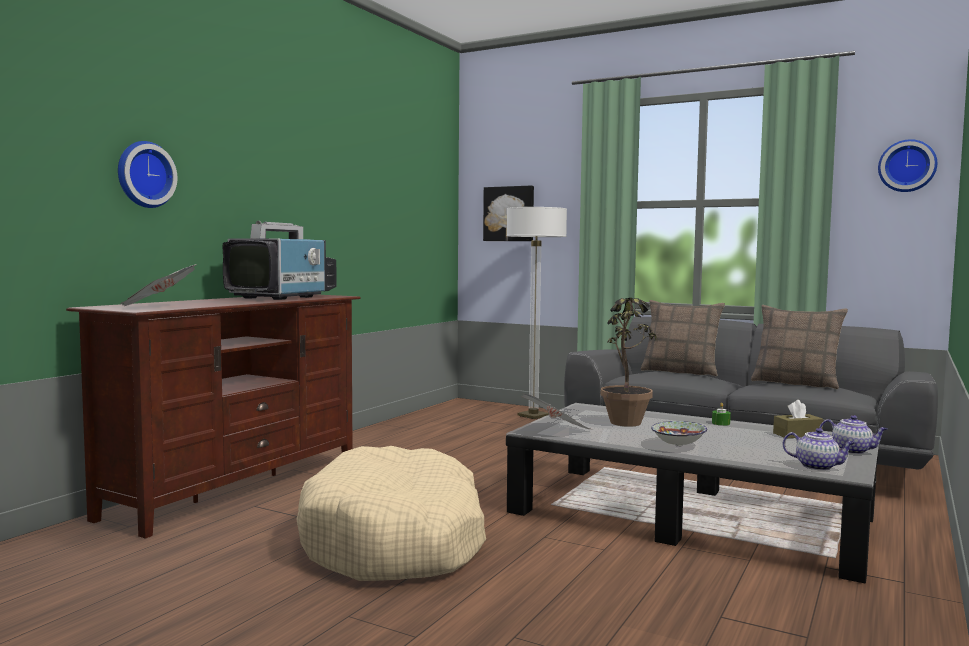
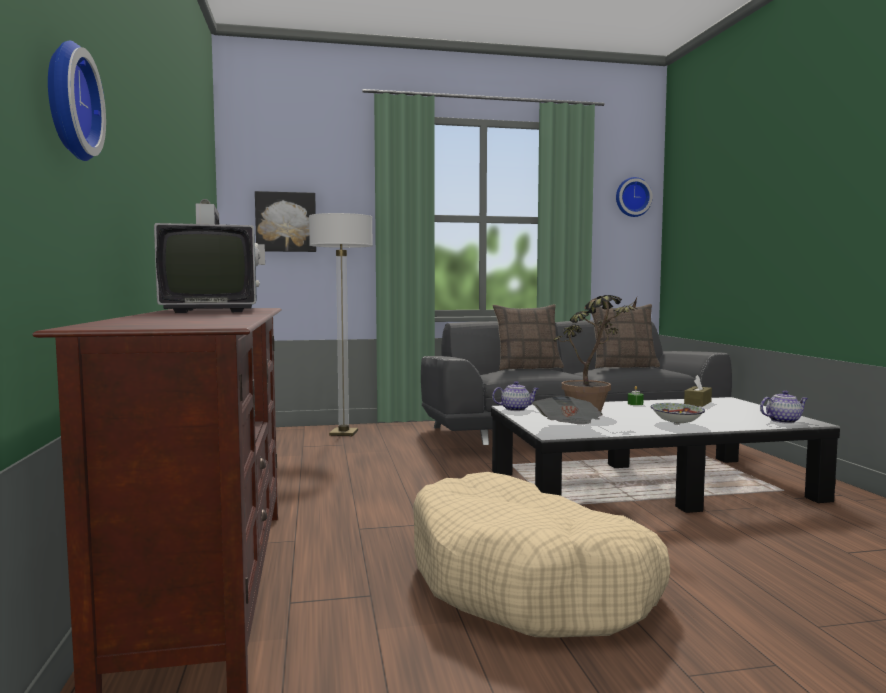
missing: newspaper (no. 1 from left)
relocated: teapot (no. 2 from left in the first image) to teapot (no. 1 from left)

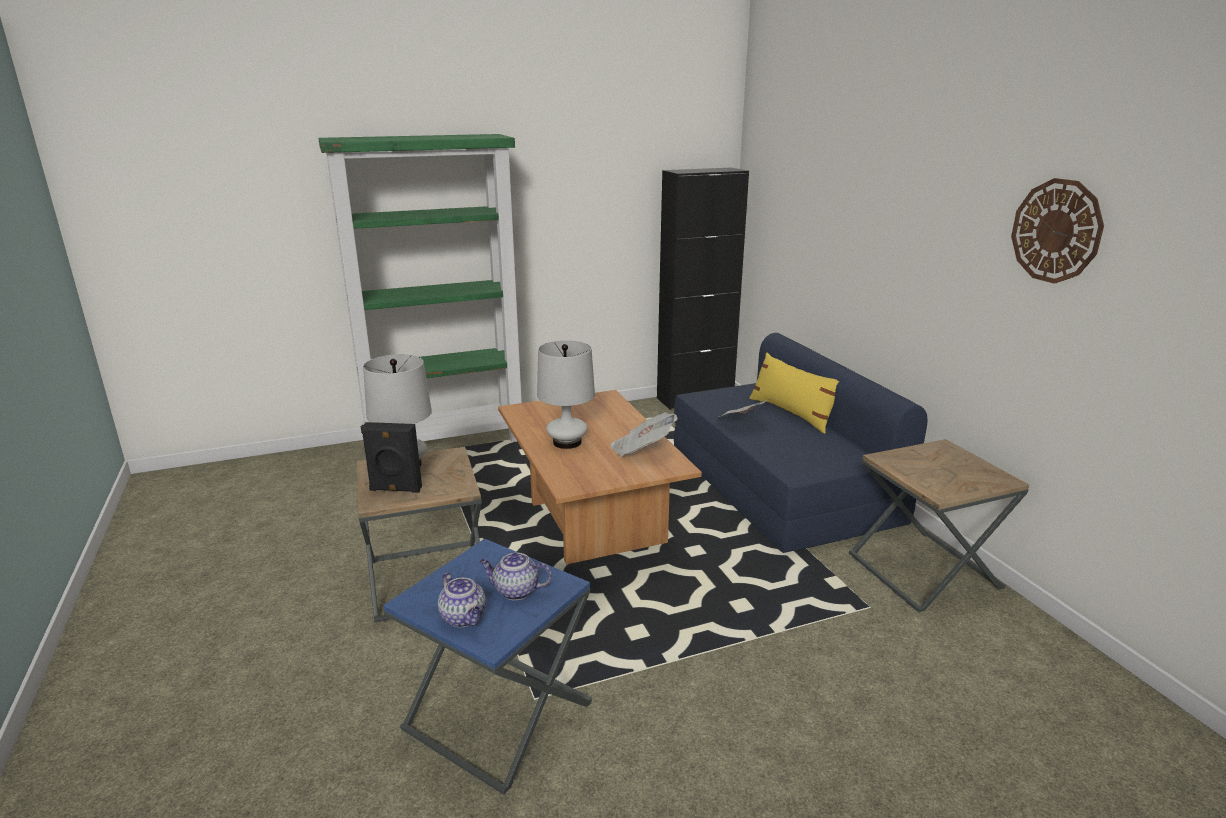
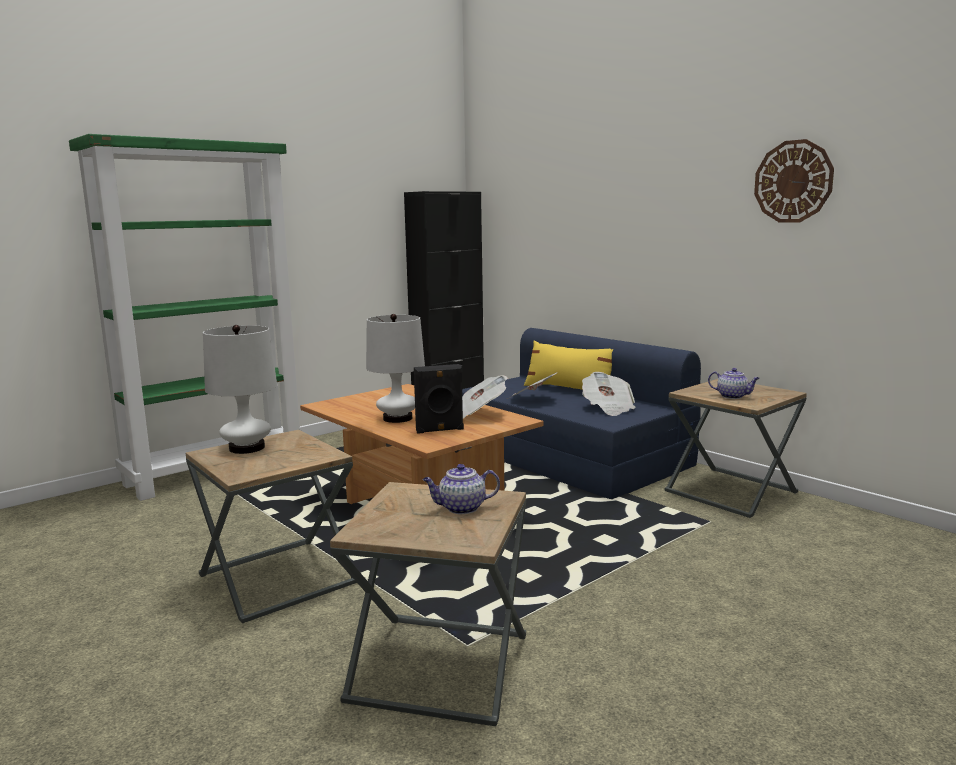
appeared: newspaper (no. 3 from left)
relocated: speaker/black; teapot (no. 1 from left in the first image) to teapot (no. 2 from left)
colour: side table/blue to side table/brown (no. 2 from left)

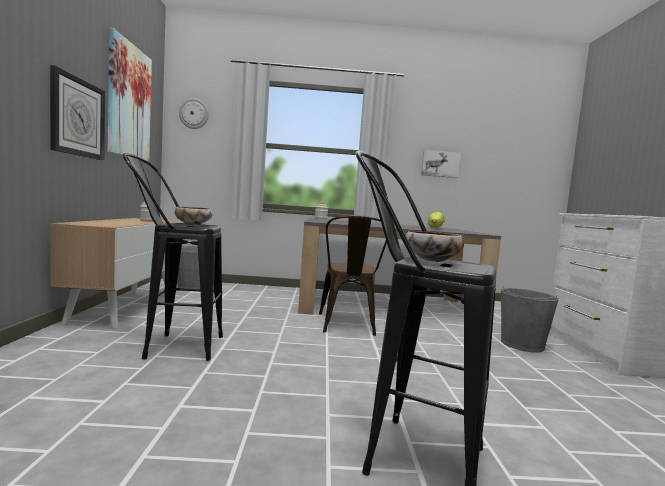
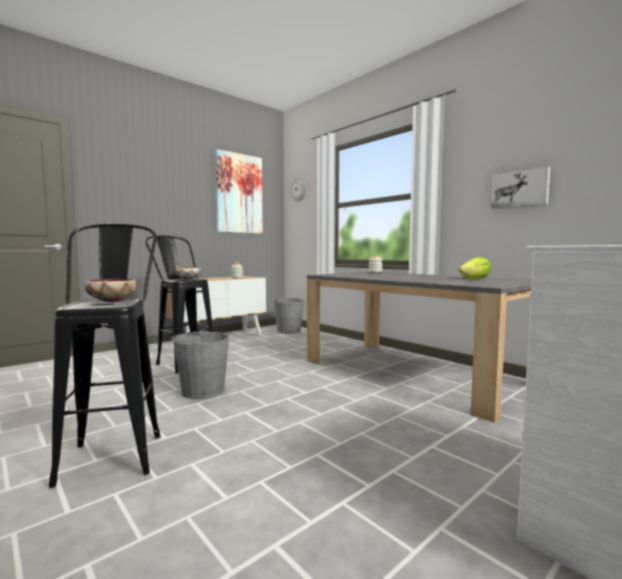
missing: wall clock (no. 1 from left); chair/brown
relocated: bucket/grey (no. 2 from left in the first image) to bucket/grey (no. 1 from left)

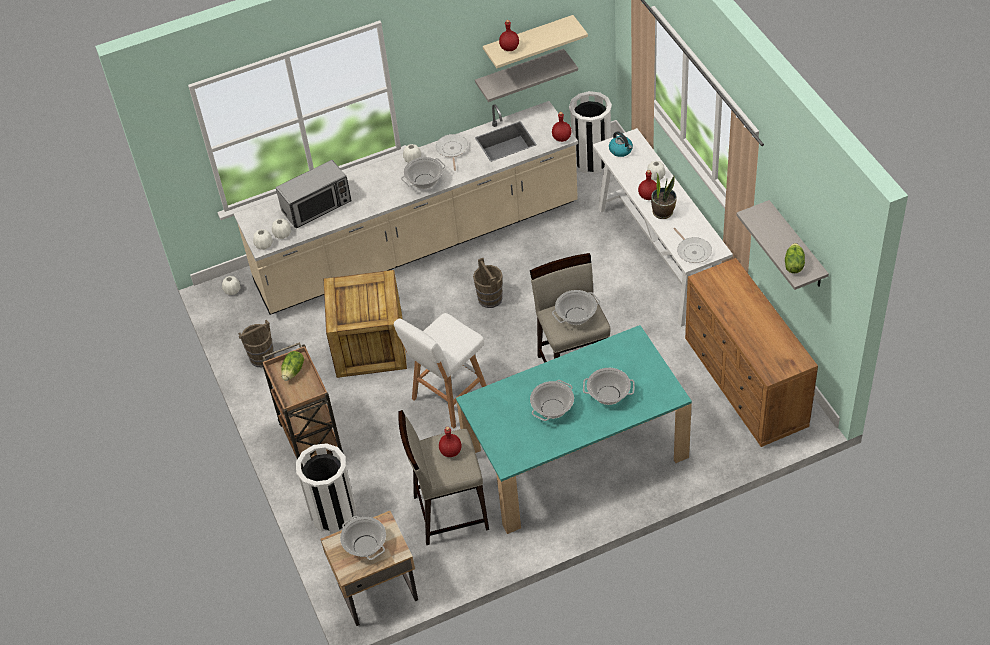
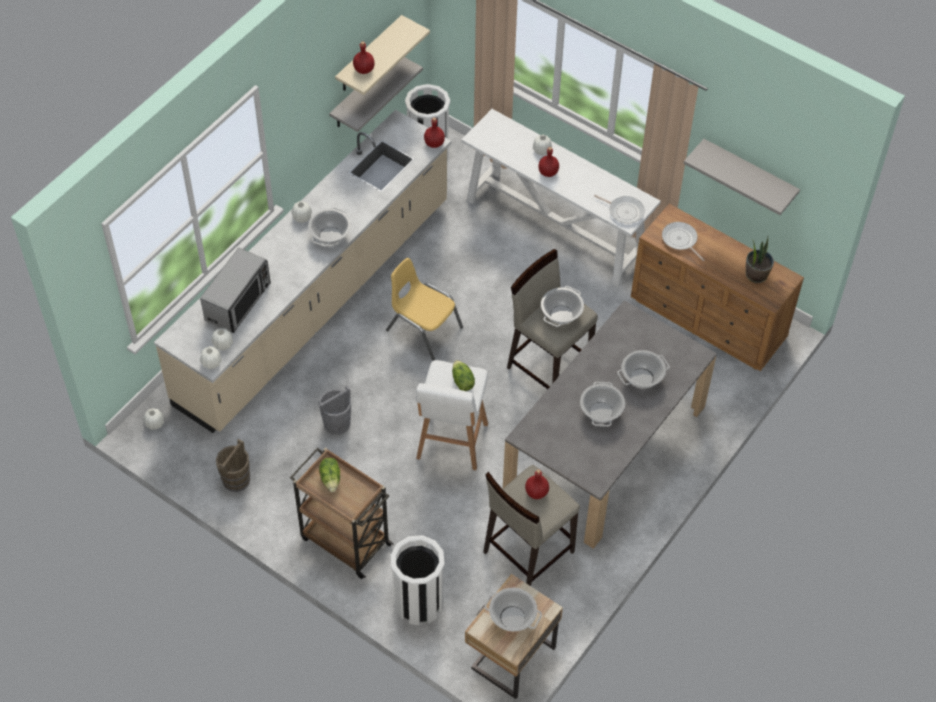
missing: kettle
relocated: frying pan (no. 1 from left in the first image) to frying pan (no. 2 from left); potted plant; lettuce (no. 2 from left)
exchanged: bucket/brown (no. 2 from left) to chair/yellow; crate to bucket/grey
colour: dining table/turquoise to dining table/grey

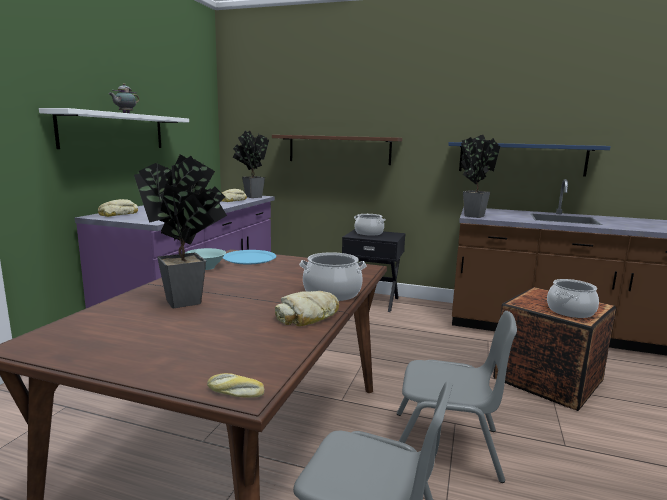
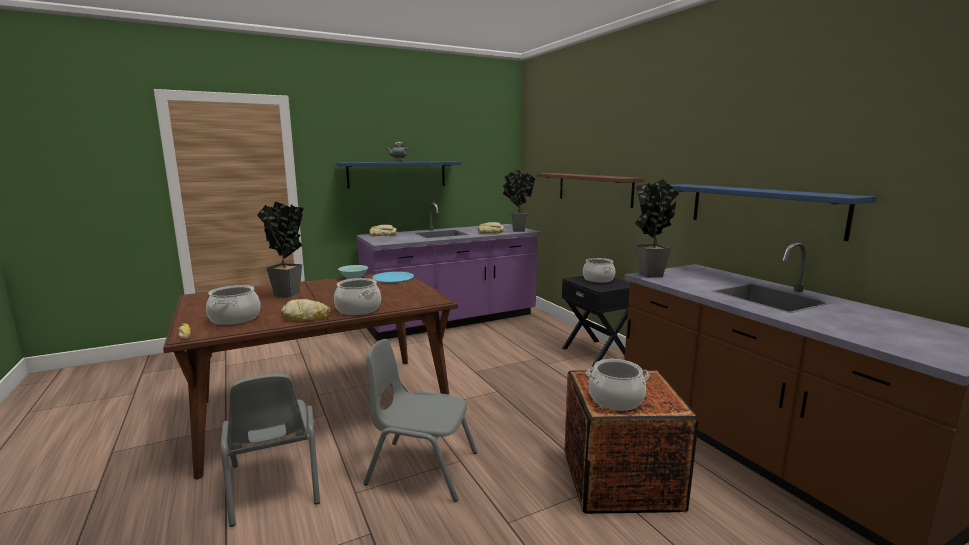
appeared: cooking pot (no. 1 from left)
colour: shelf/white to shelf/blue (no. 1 from left)
spun: chair/grey (no. 2 from left) 135 degrees clockwise

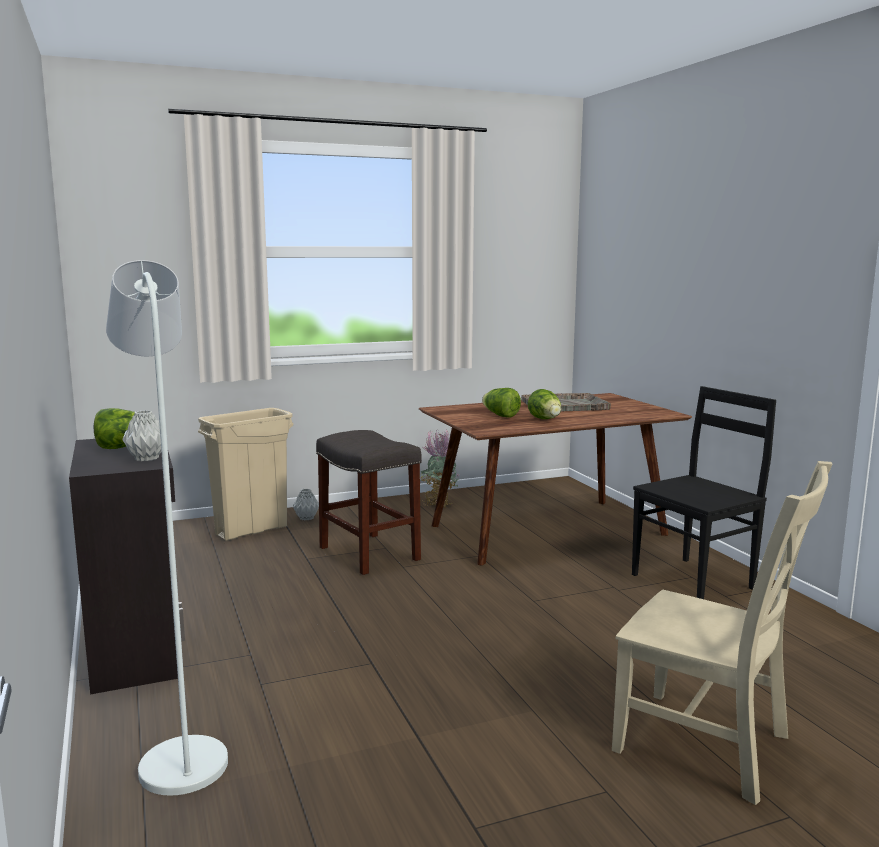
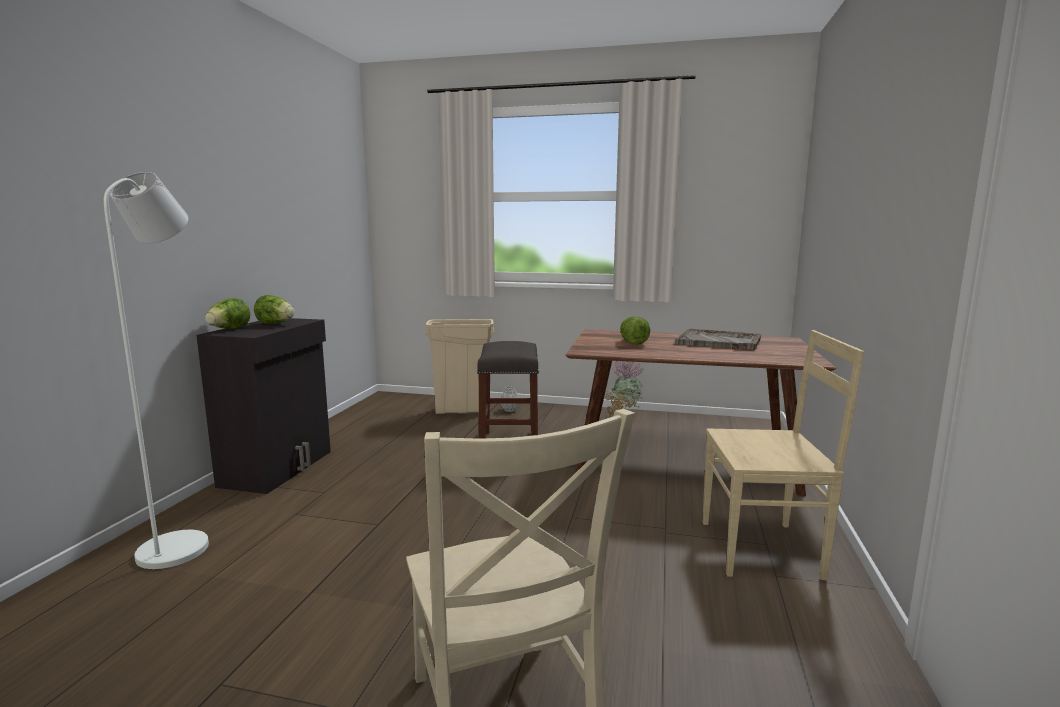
missing: vase/grey (no. 1 from left)
relocated: lettuce (no. 3 from left in the first image) to lettuce (no. 1 from left)
colour: chair/black to chair/beige (no. 2 from left)

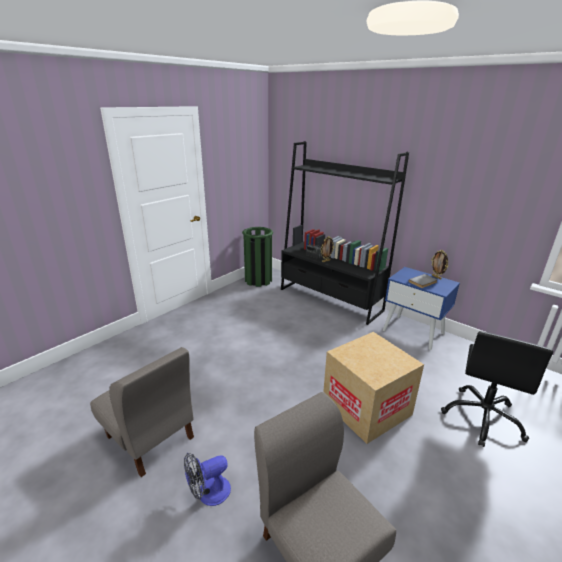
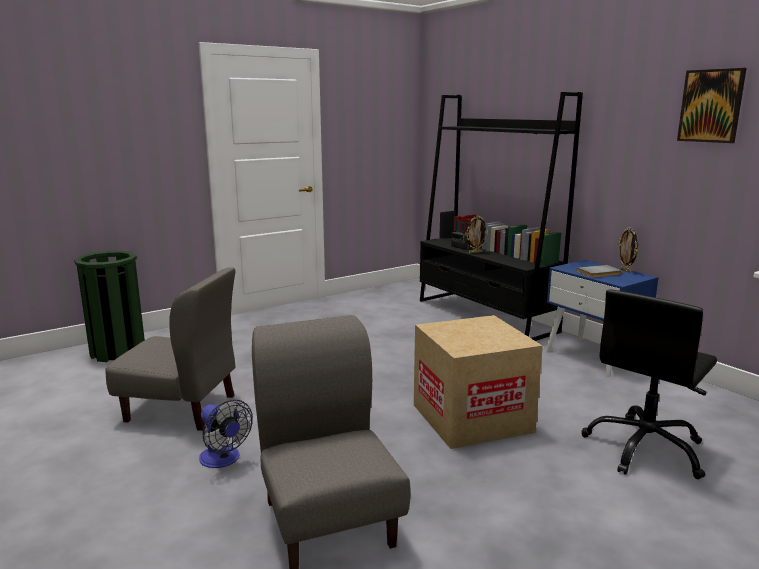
appeared: picture
relocated: trash can/green
spun: chair/grey (no. 1 from left) 45 degrees counterclockwise; fan 120 degrees counterclockwise

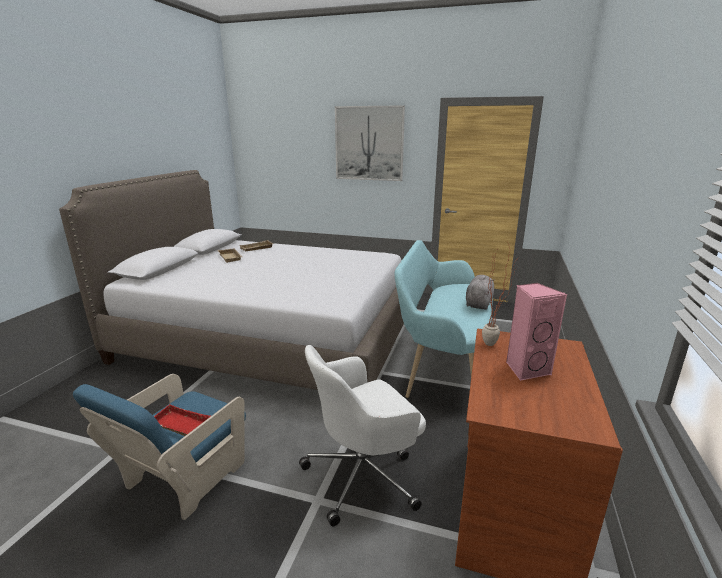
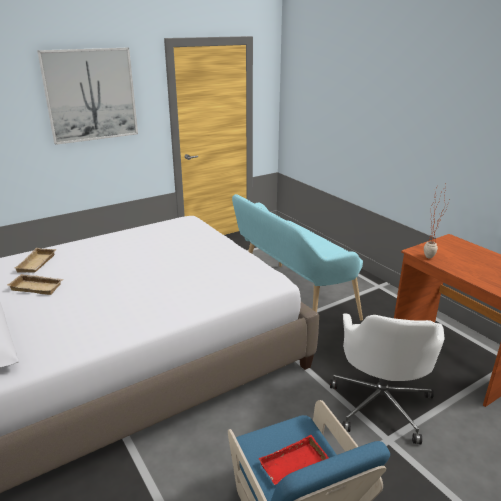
missing: plush toy/grey; speaker/pink

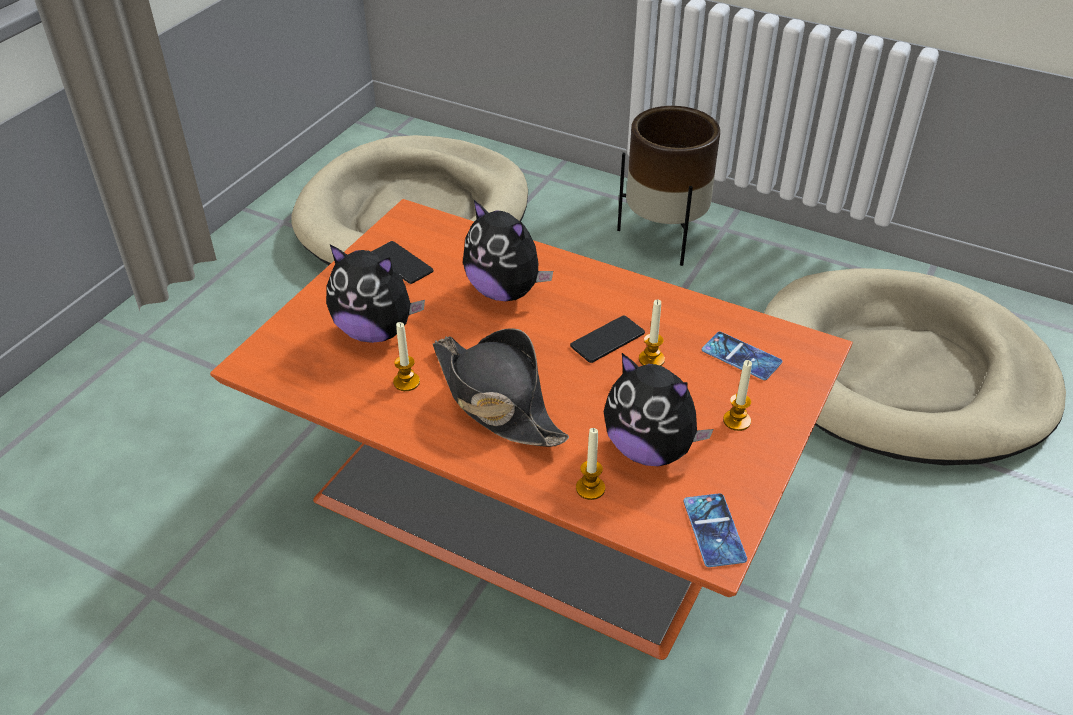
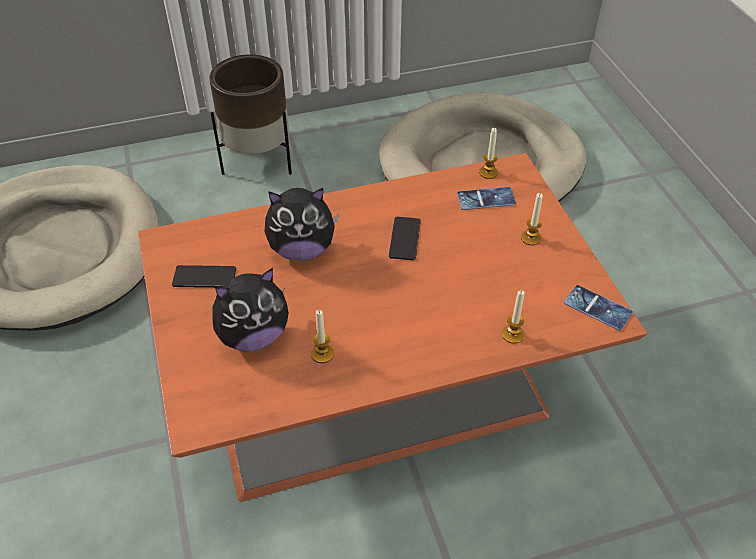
missing: hat/black; plush toy (no. 3 from left)
relocated: candle (no. 3 from left in the first image) to candle (no. 2 from left)

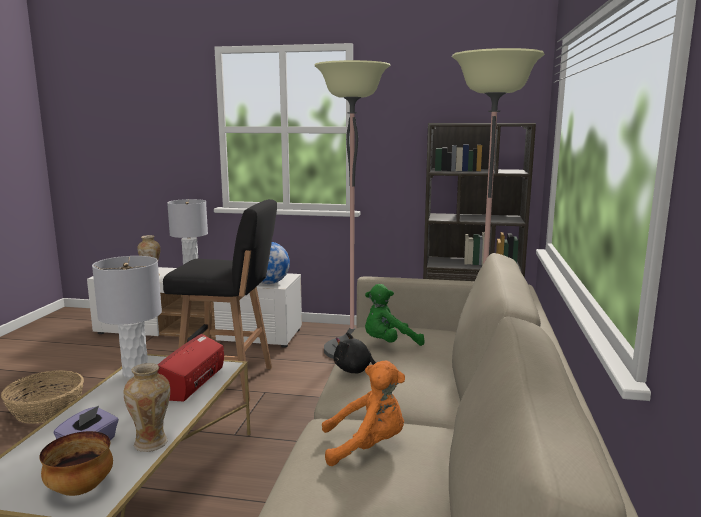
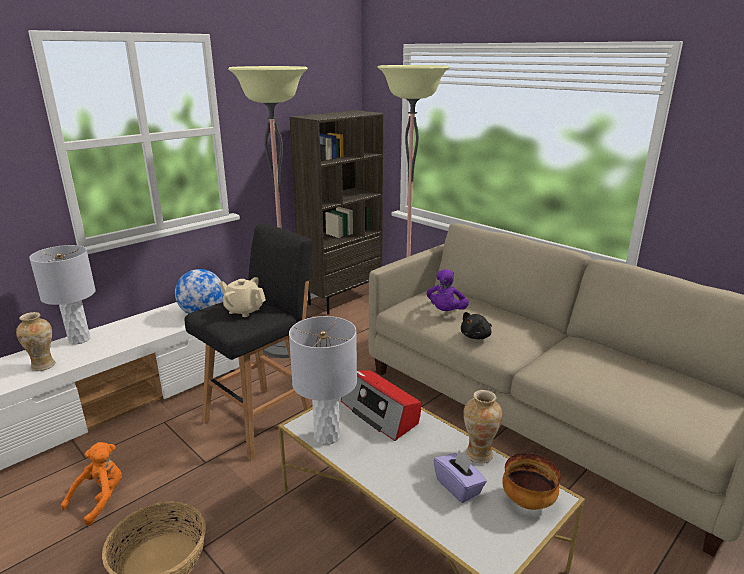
appeared: teapot/beige
relocated: plush toy/orange
colour: plush toy/green to plush toy/purple

